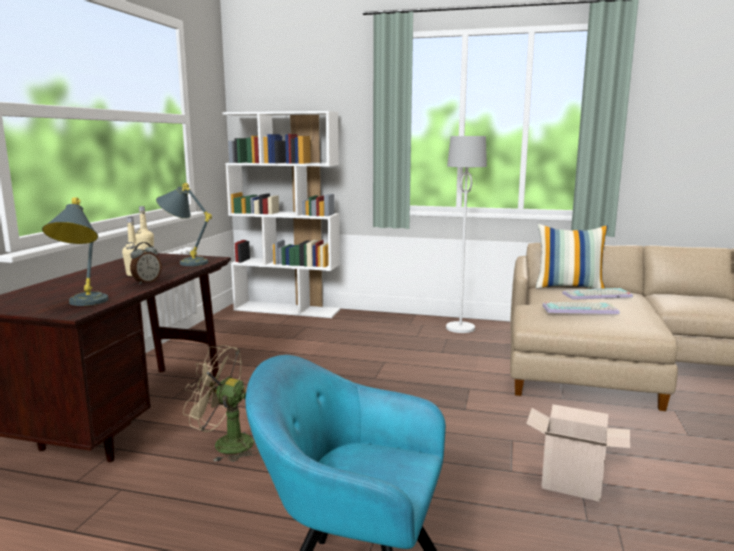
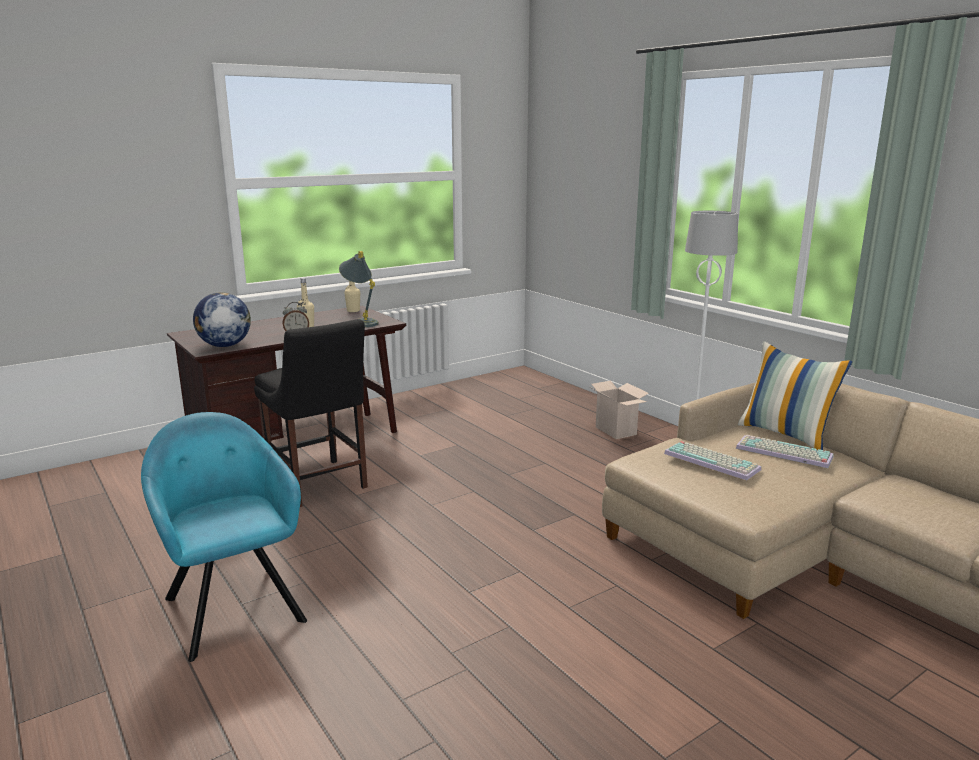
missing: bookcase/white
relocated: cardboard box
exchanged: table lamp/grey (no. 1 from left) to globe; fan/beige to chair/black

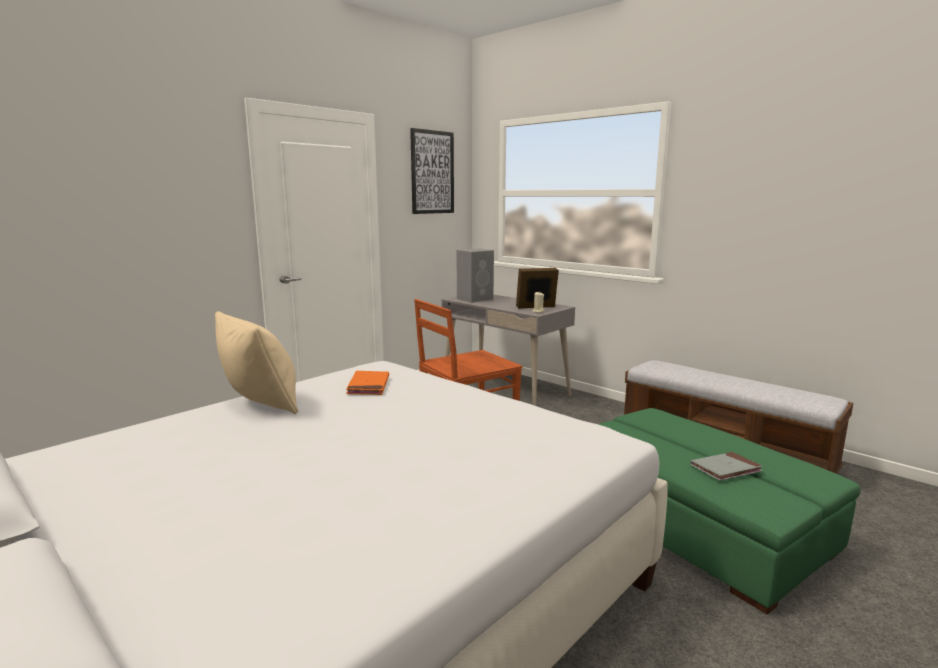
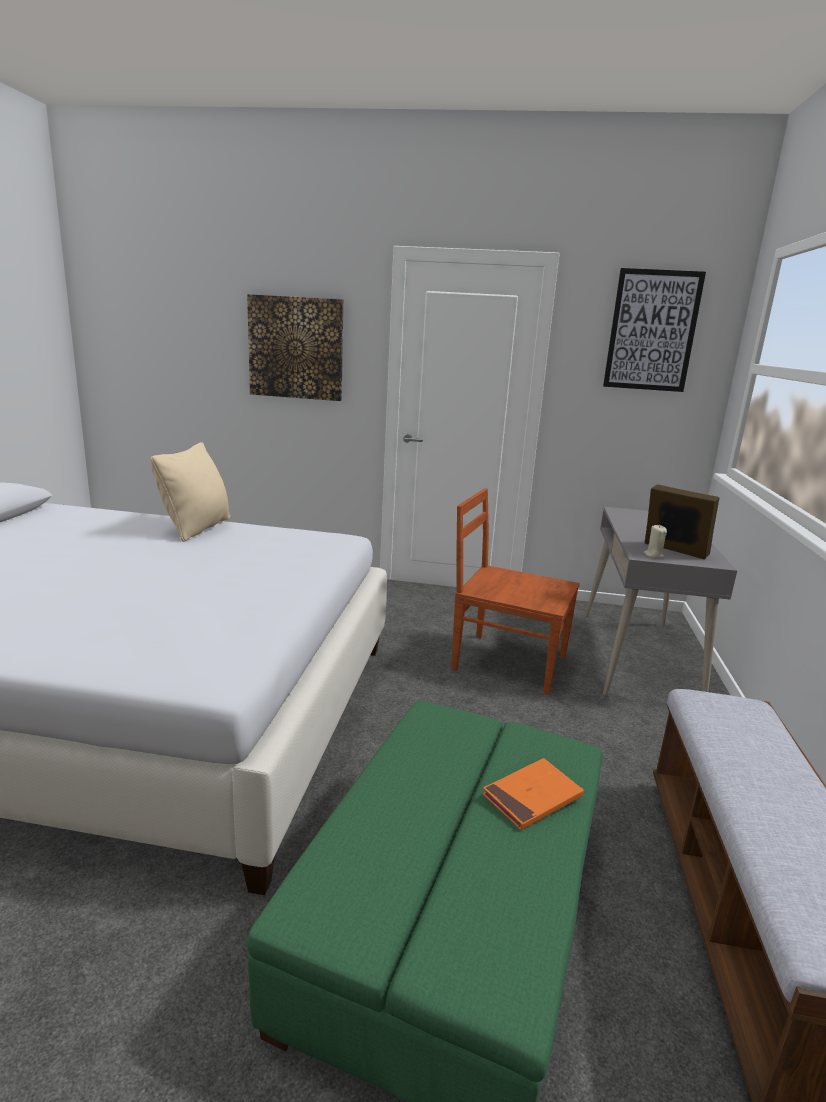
missing: speaker/grey; book/grey
appeared: picture (no. 1 from left)
relocated: book/orange

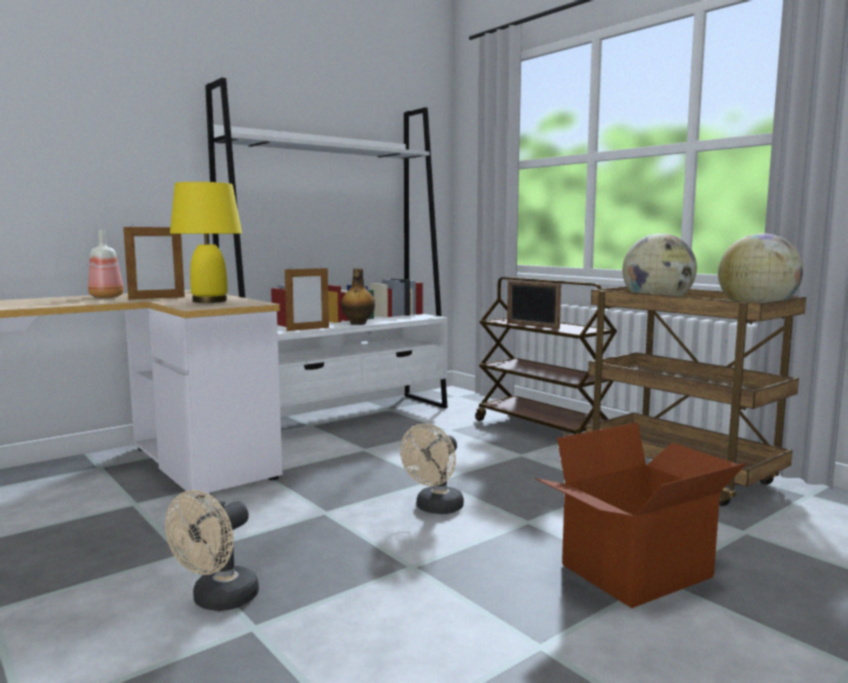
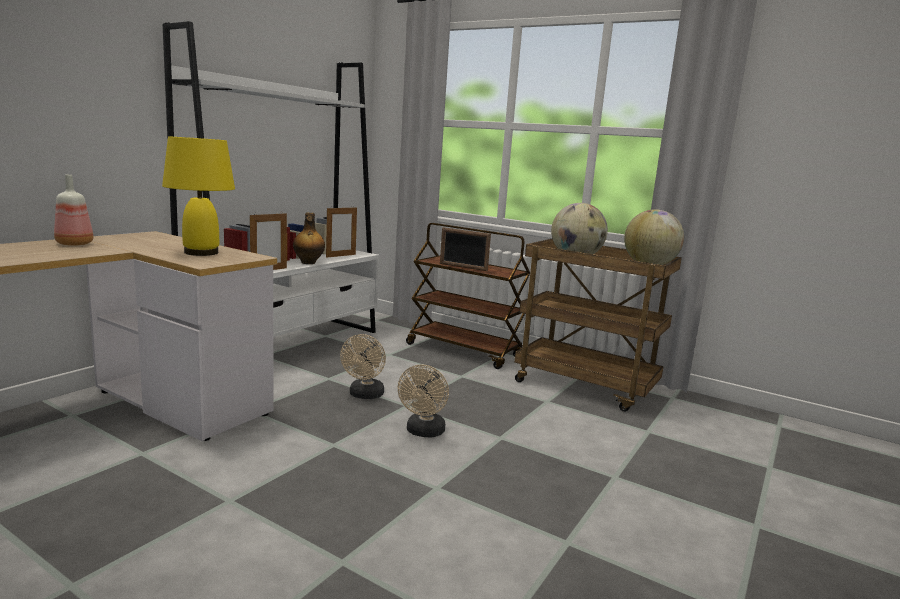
missing: cardboard box
relocated: picture frame (no. 1 from left in the first image) to picture frame (no. 2 from left); fan/beige (no. 1 from left)

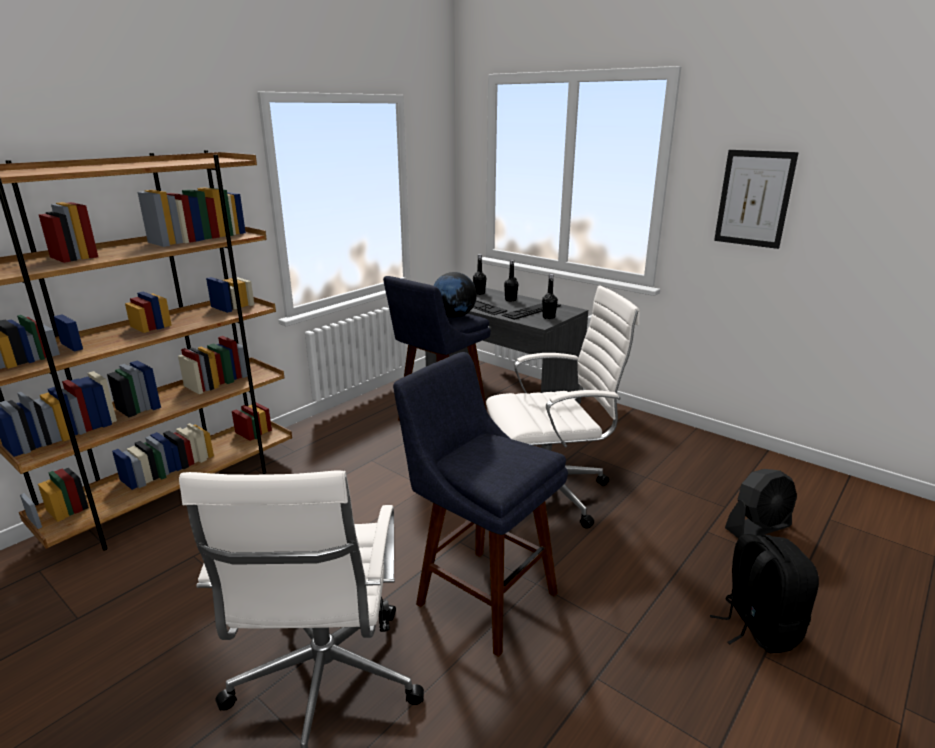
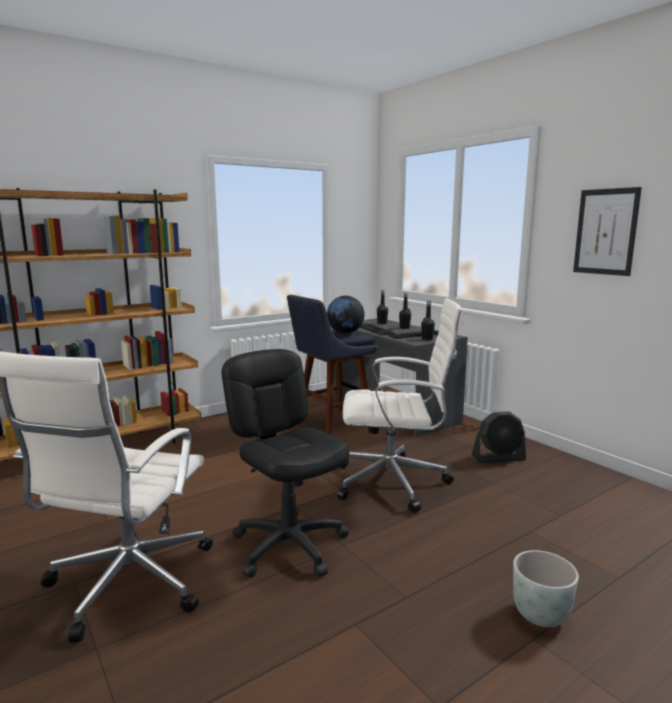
relocated: fan/black
exchanged: stool/blue (no. 2 from left) to office chair/black; backpack/black to planter/grey

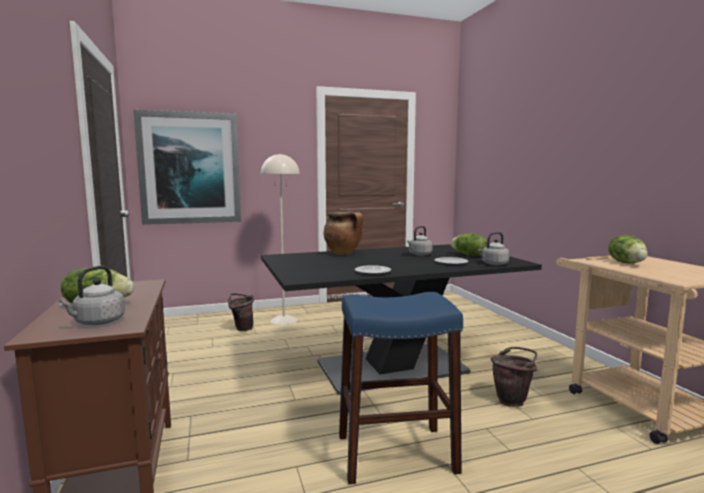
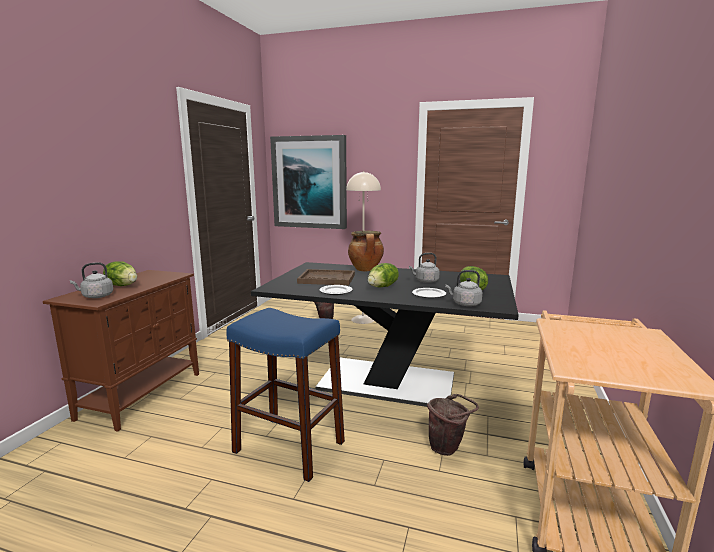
appeared: tray/brown
relocated: lettuce (no. 3 from left in the first image) to lettuce (no. 2 from left)

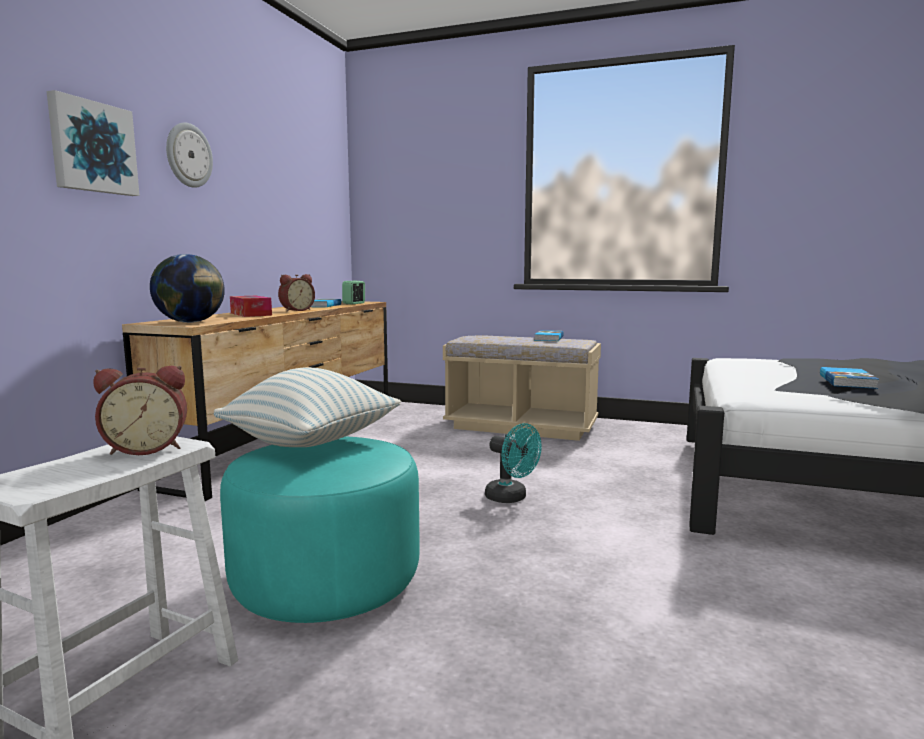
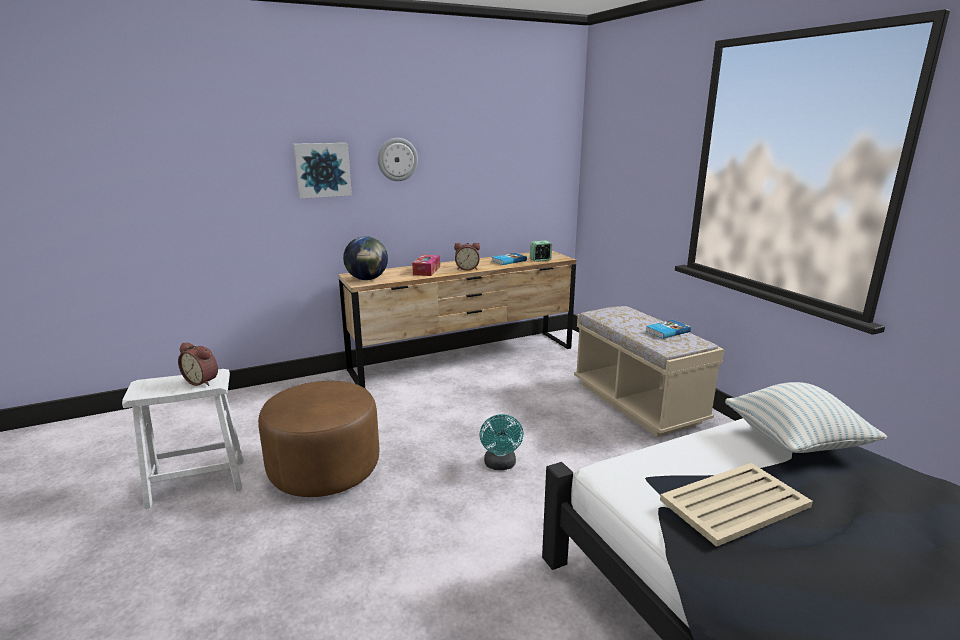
relocated: pillow
exchanged: book (no. 3 from left) to tray/beige
colour: ottoman/turquoise to ottoman/brown

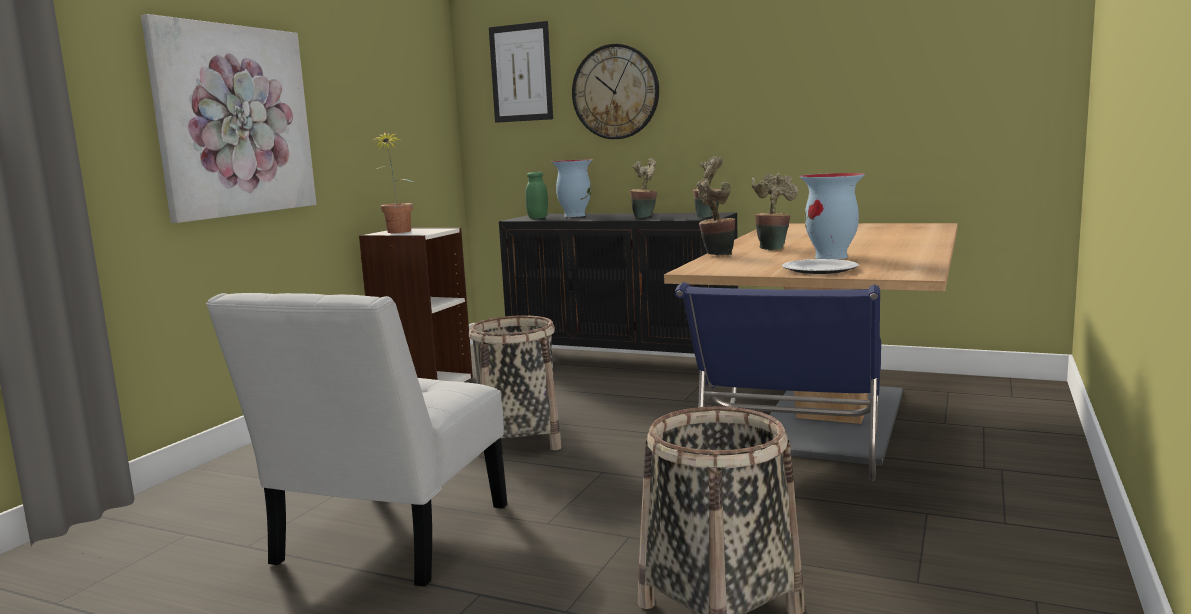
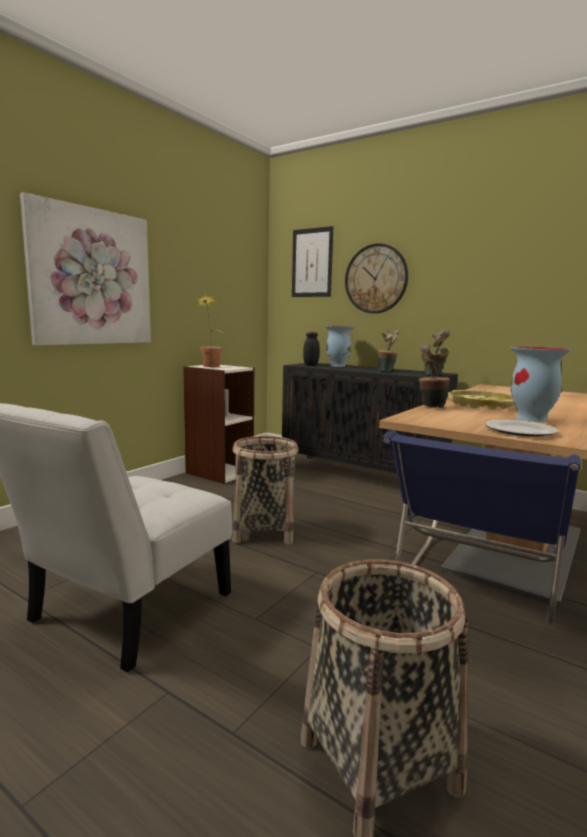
exchanged: potted plant (no. 5 from left) to tray/yellow
colour: jar/green to jar/black

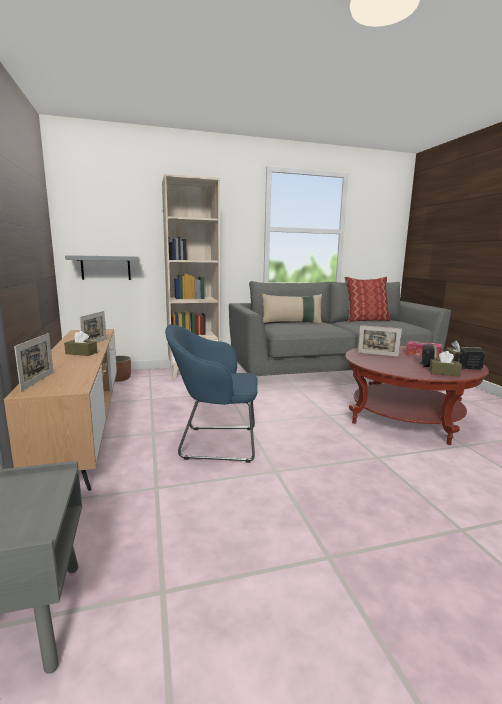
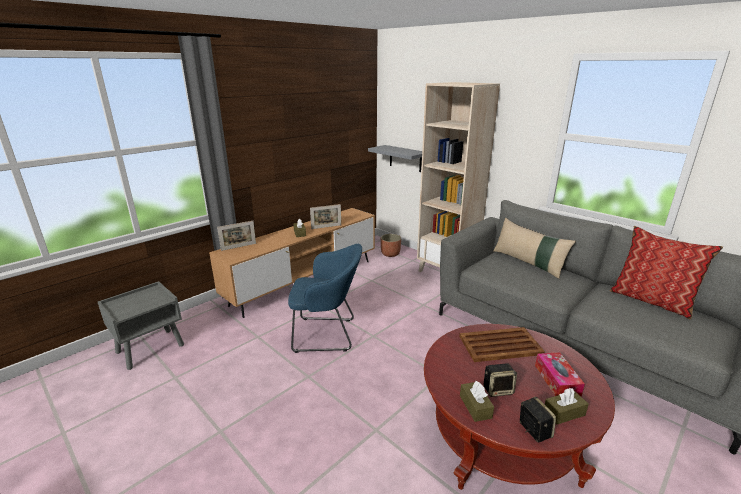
exchanged: picture frame (no. 3 from left) to tray/brown
spun: armchair/blue 120 degrees clockwise

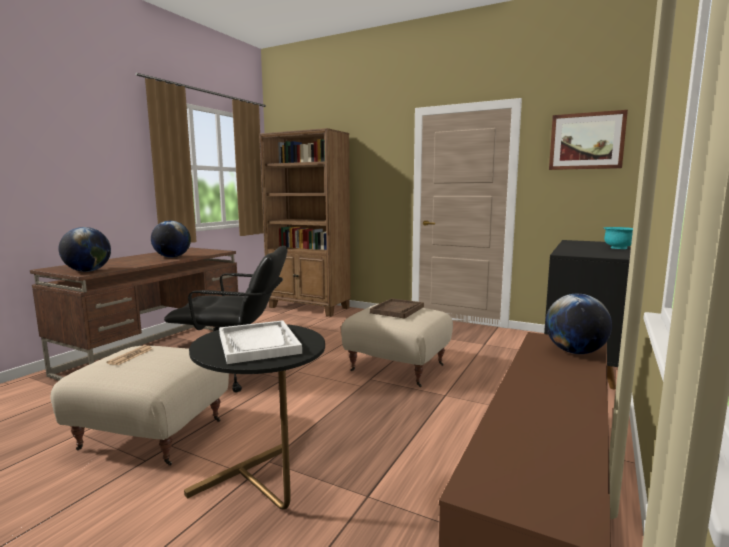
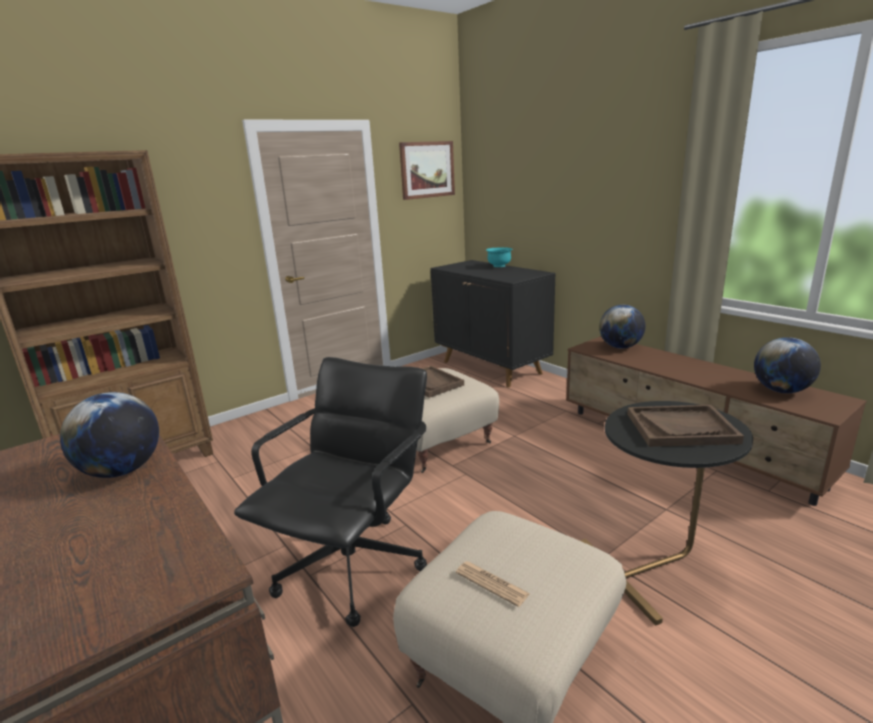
relocated: globe (no. 1 from left in the first image) to globe (no. 3 from left)
colour: tray/white to tray/brown (no. 2 from left)

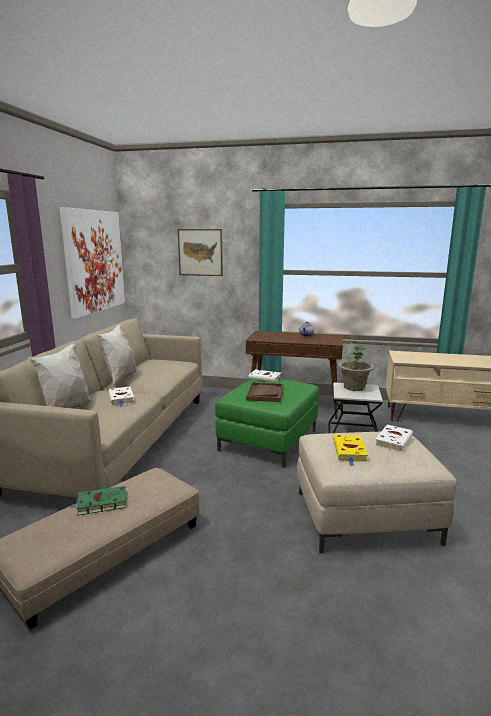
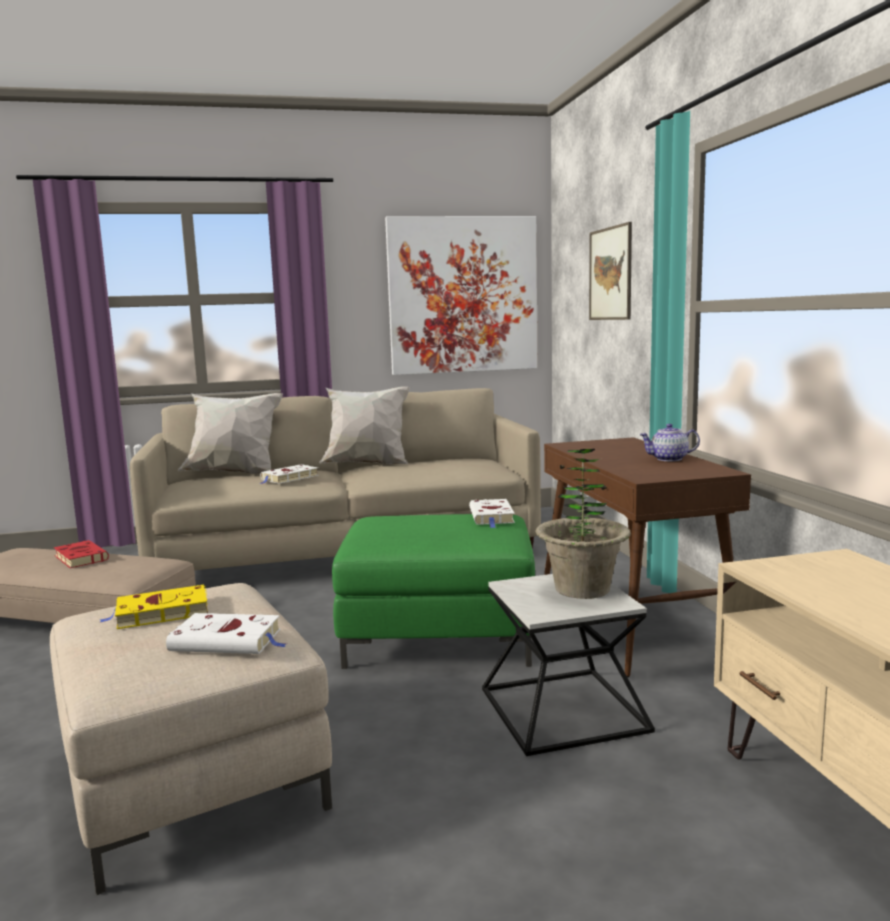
missing: tray/brown
colour: book/green to book/red

